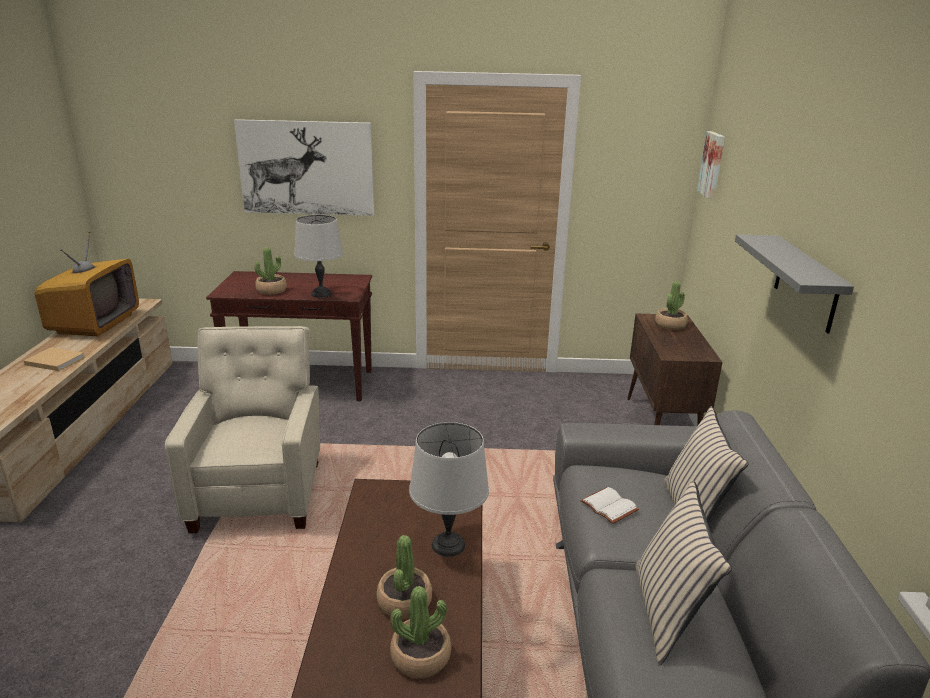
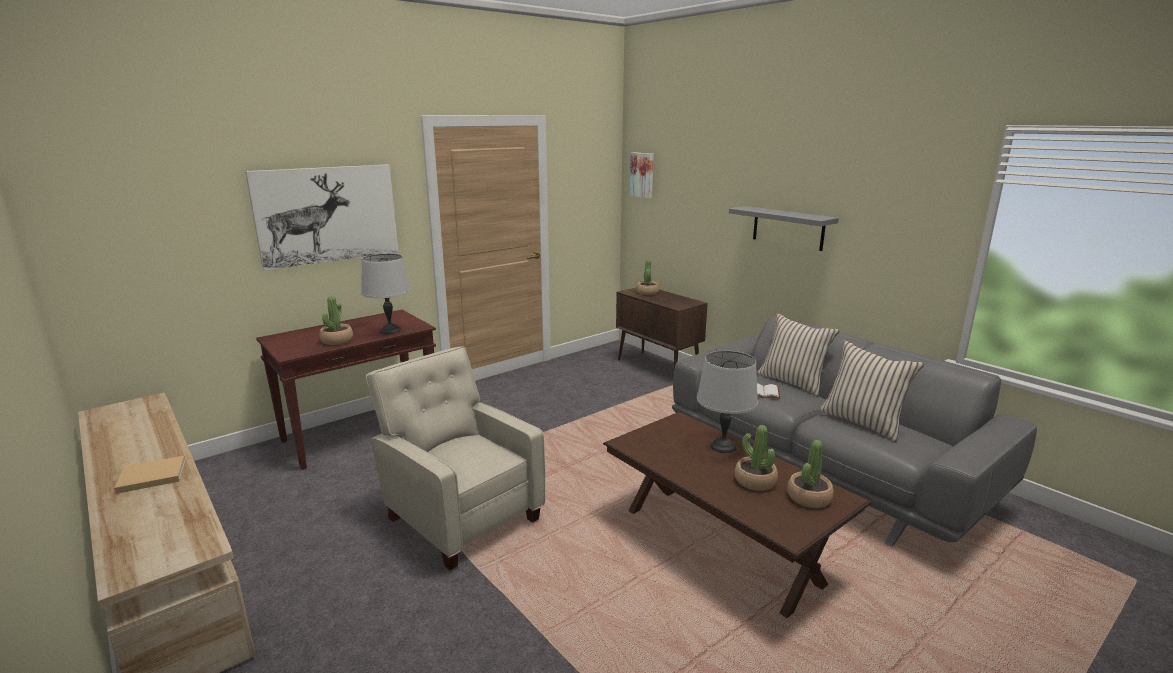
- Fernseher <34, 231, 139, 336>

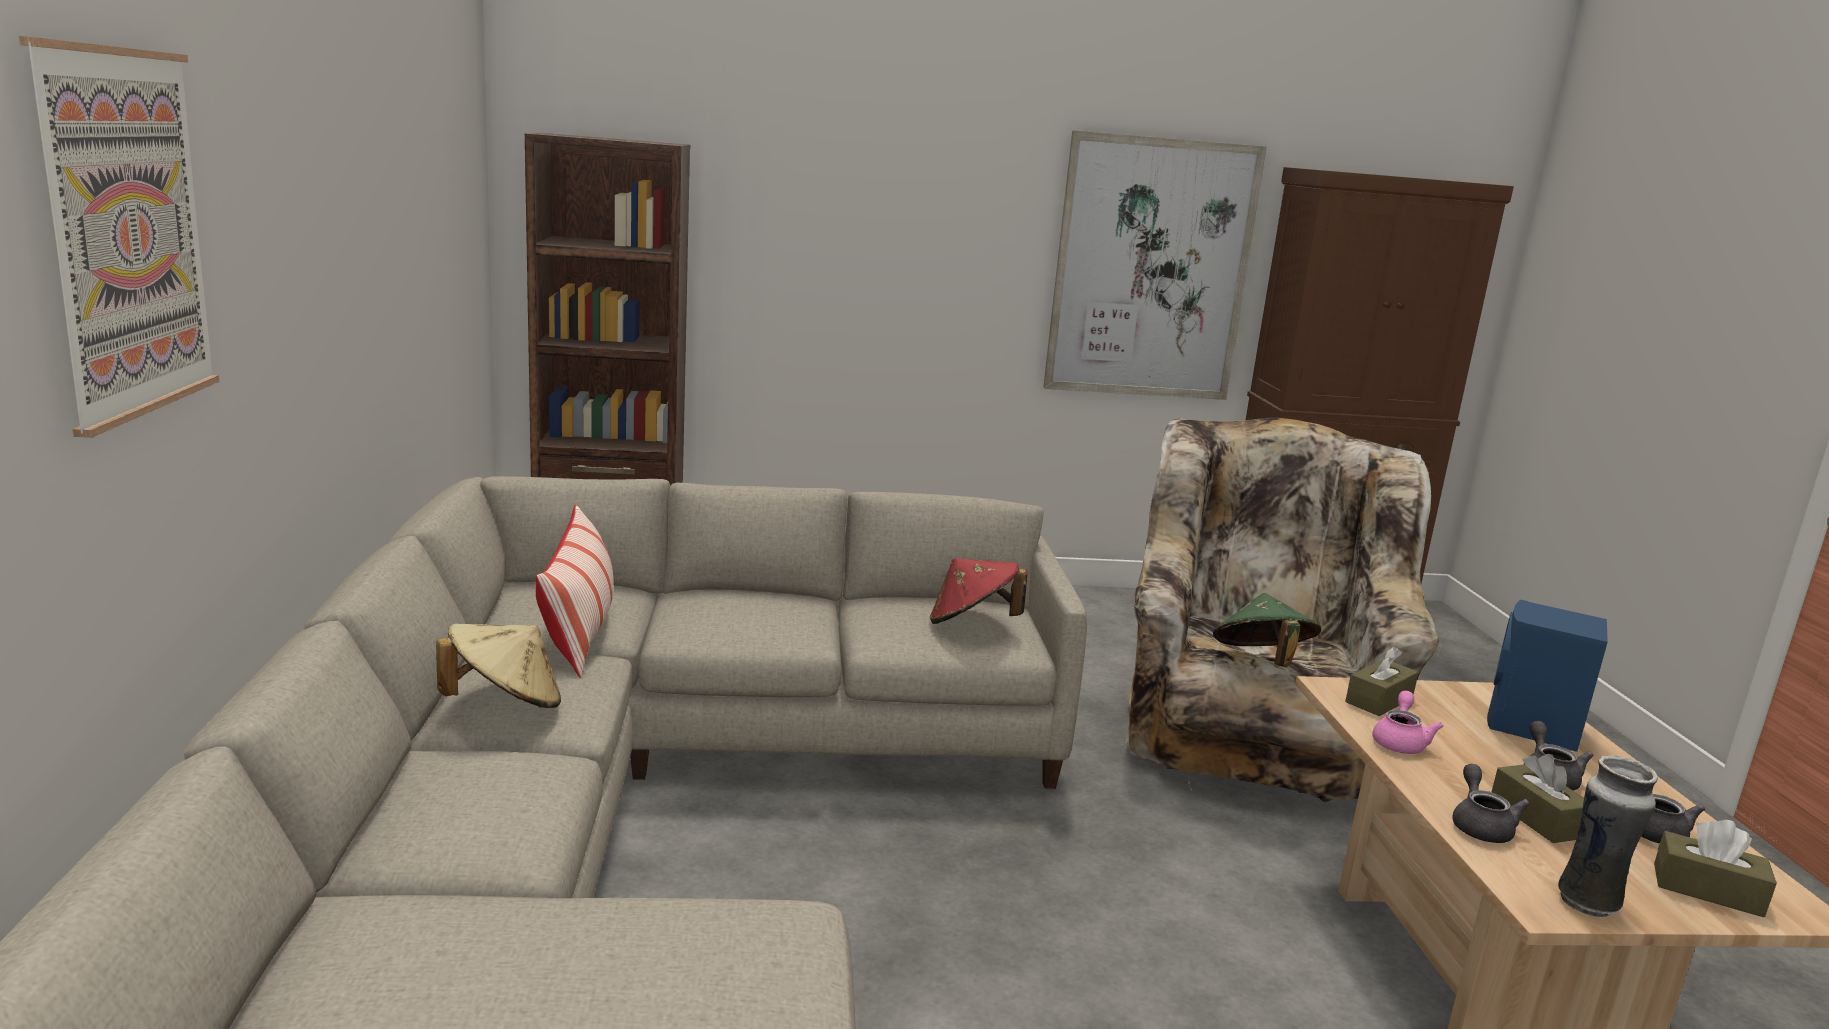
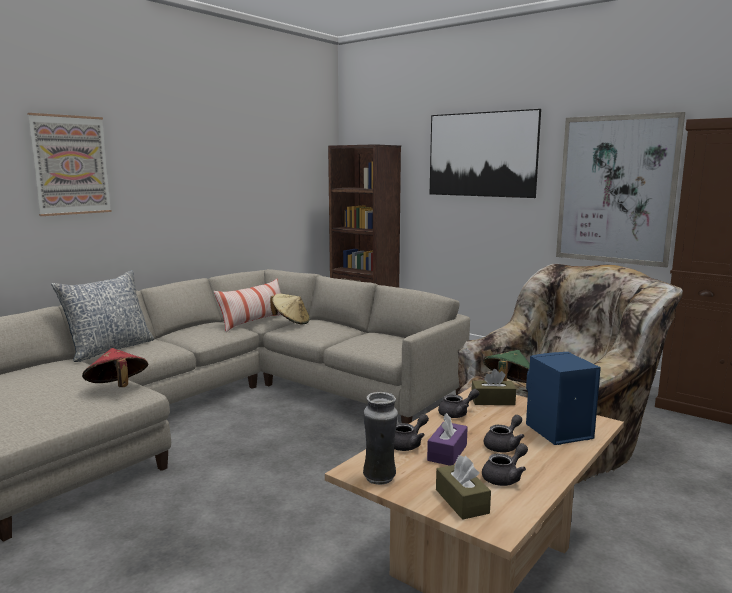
~ Hut (rot) <930, 558, 1028, 624> to <82, 348, 148, 387>
~ Hut (beige) <436, 624, 561, 708> to <270, 294, 310, 324>
~ Teekanne (rosa) <1372, 691, 1444, 754> to Teekanne (grau) <438, 389, 479, 418>
~ Taschentuchbox (braun) <1492, 754, 1584, 843> to Taschentuchbox (lila) <427, 413, 468, 466>
+ Bild <430, 109, 541, 198>
+ Kissen <51, 270, 154, 362>

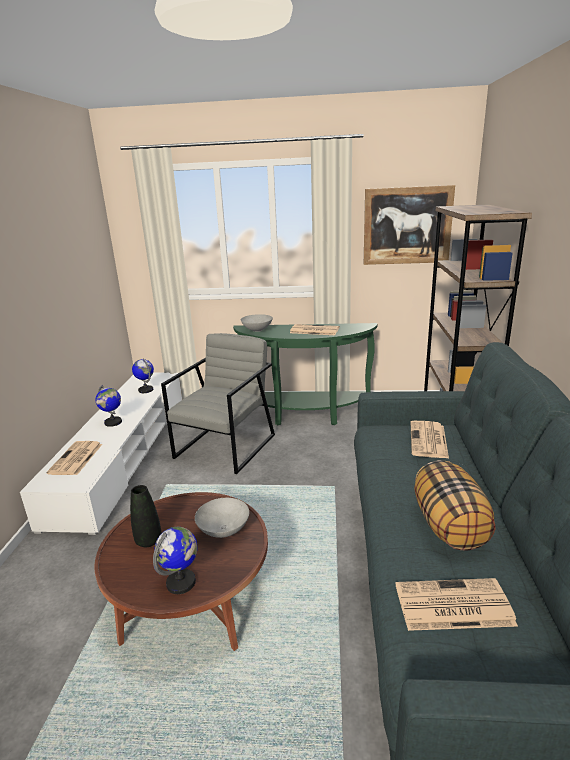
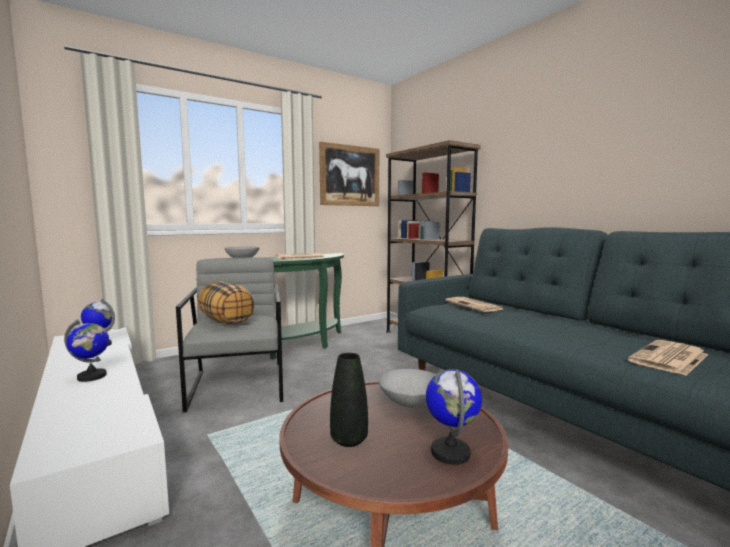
- Zeitung <46, 441, 102, 475>
~ Kissen <414, 460, 496, 551> to <198, 281, 254, 324>

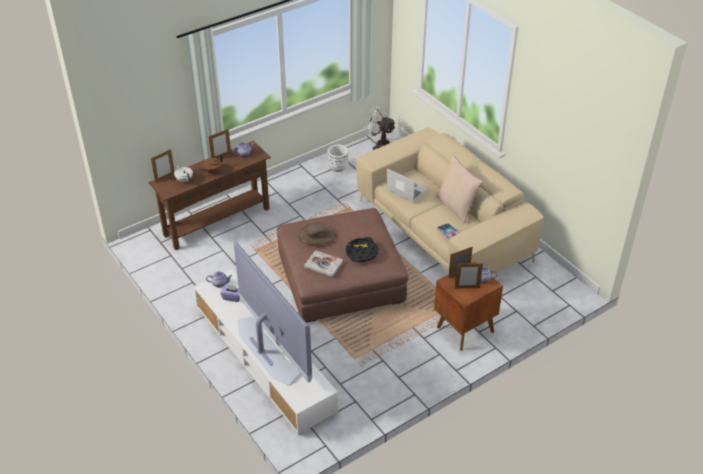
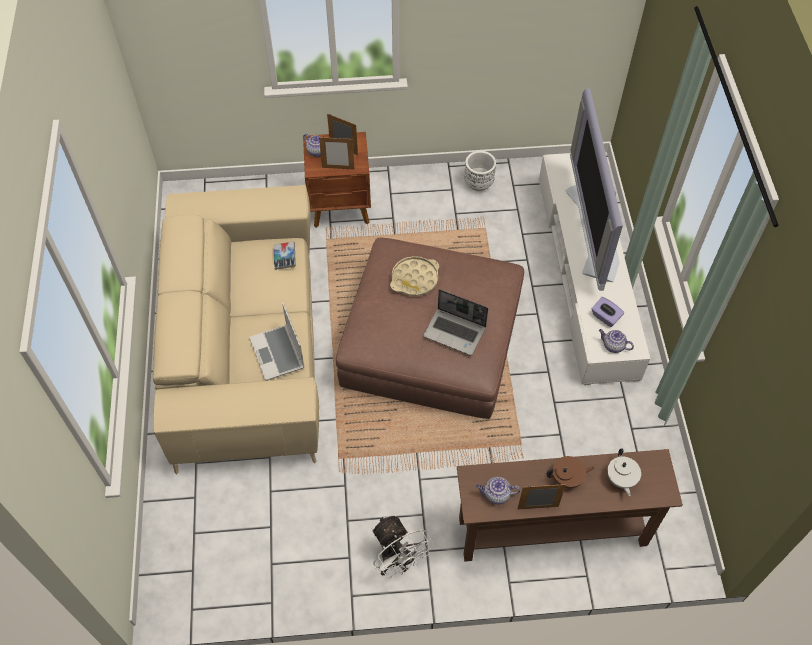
~ Ventilator (weiß) <364, 105, 396, 150> to <372, 515, 434, 579>
~ Pflanzkübel (weiß) <328, 145, 348, 172> to <464, 151, 496, 191>
- Bilderrahmen <151, 149, 175, 183>
- Kissen (beige) <436, 155, 483, 224>
~ Hut (braun) <298, 223, 336, 244> to Laptop <423, 289, 488, 355>
~ Tablett (schwarz) <346, 237, 378, 262> to Tablett (beige) <390, 256, 439, 296>
- Buch <304, 250, 343, 277>

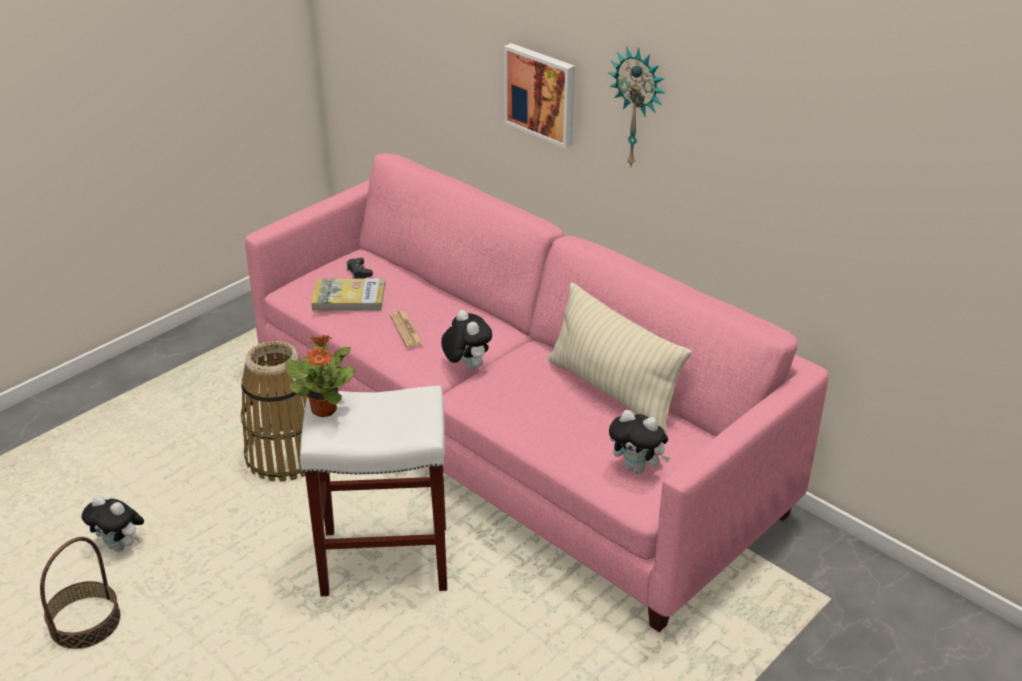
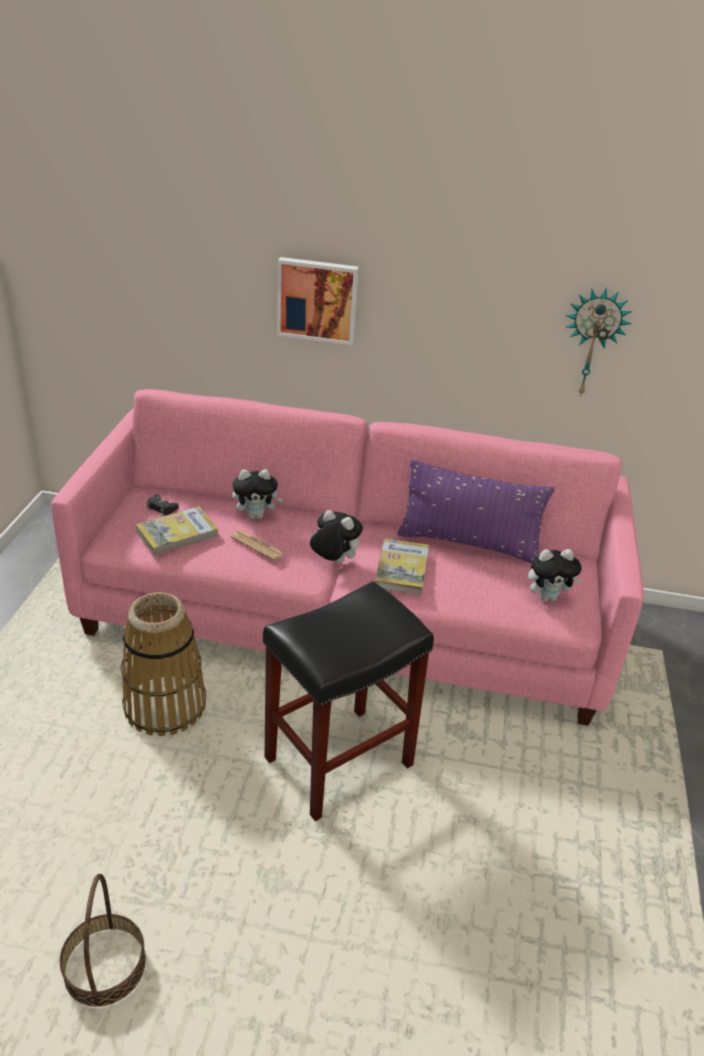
~ Wanduhr <609, 46, 665, 168> to <565, 288, 632, 397>
~ Kissen (beige) <548, 282, 692, 434> to Kissen (lila) <397, 459, 555, 564>
- Topfpflanze <285, 335, 355, 417>
~ Hocker (weiß) <300, 385, 447, 596> to Hocker (schwarz) <263, 581, 434, 821>
~ Plüschtier <82, 495, 144, 552> to <232, 469, 284, 519>
+ Buch <375, 539, 429, 595>

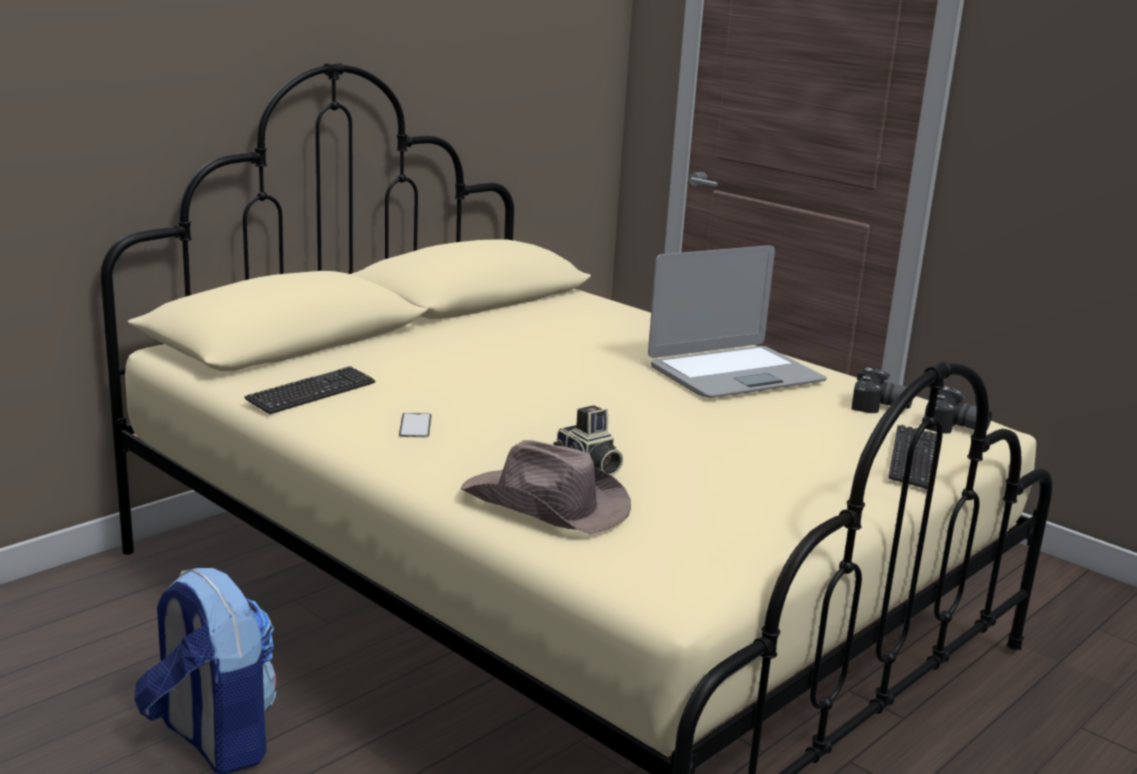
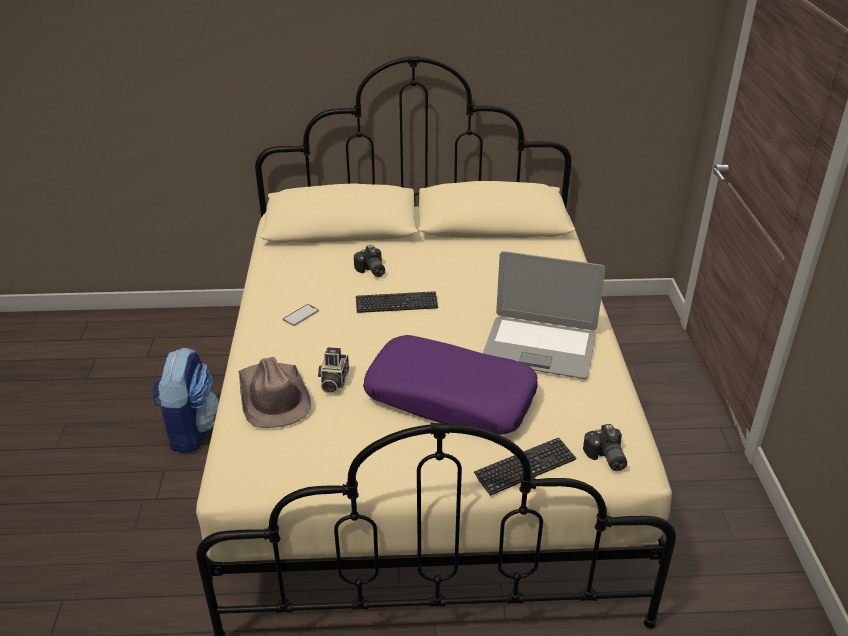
~ Tastatur <244, 366, 375, 414> to <356, 291, 438, 313>
~ Kamera <851, 367, 913, 413> to <354, 245, 385, 277>
+ Kissen (lila) <363, 335, 538, 435>

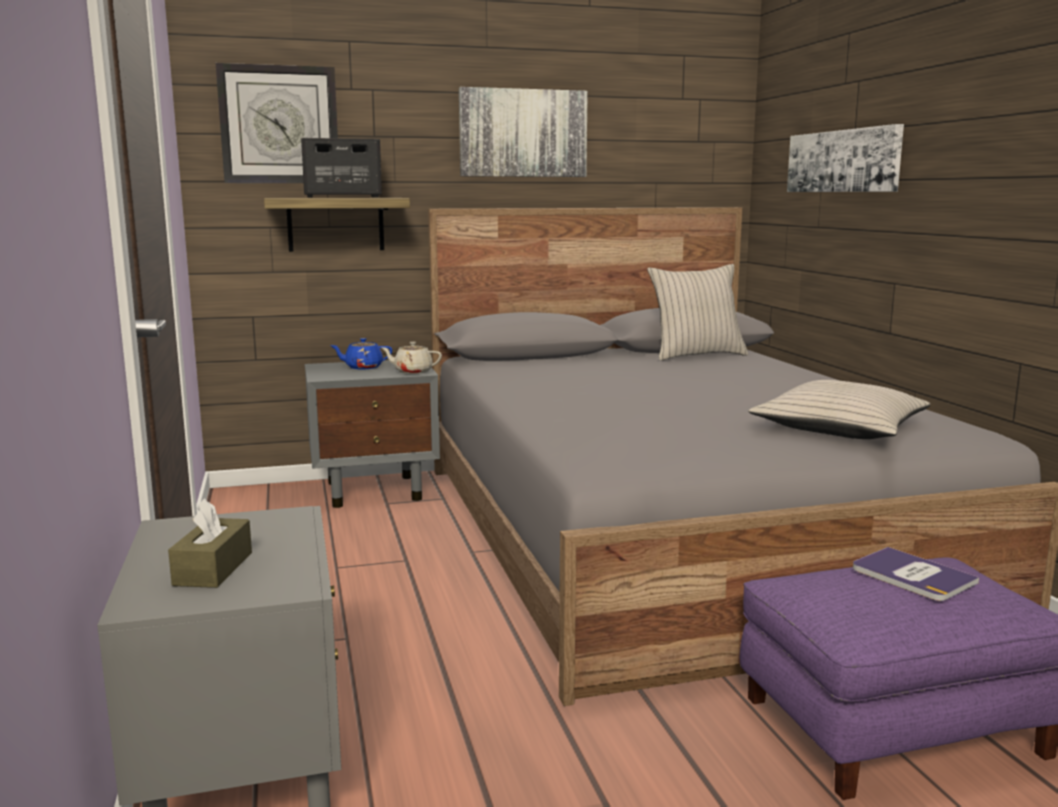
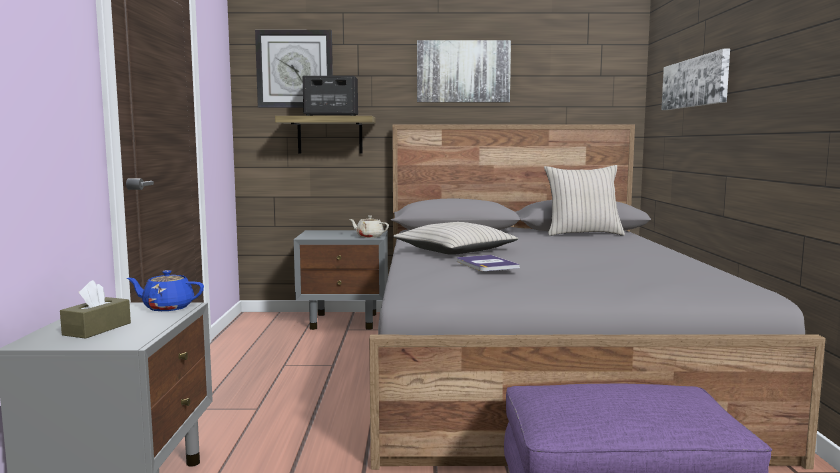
~ Teekanne (blau) <330, 338, 392, 369> to <127, 270, 204, 311>
~ Kissen (beige) <749, 380, 930, 439> to <393, 222, 518, 255>
~ Buch <853, 547, 979, 601> to <457, 255, 520, 271>

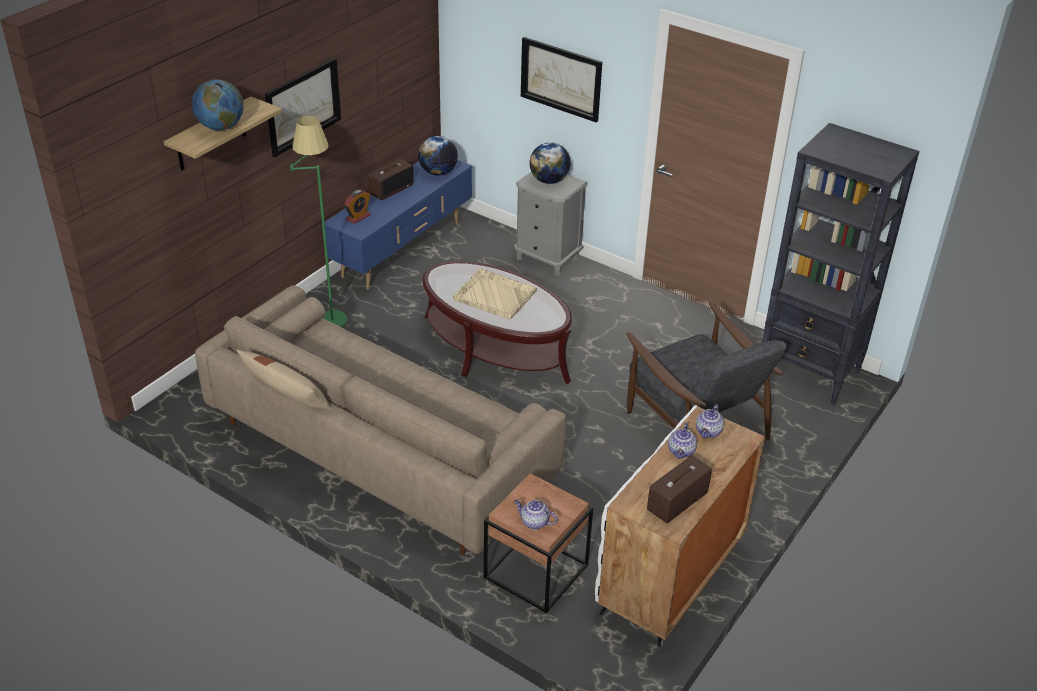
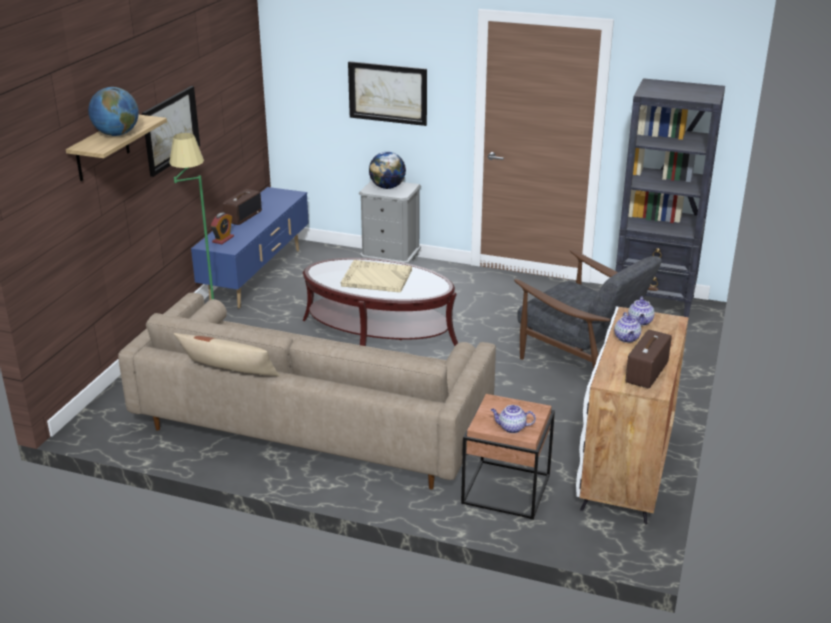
- Globus <418, 136, 458, 176>

